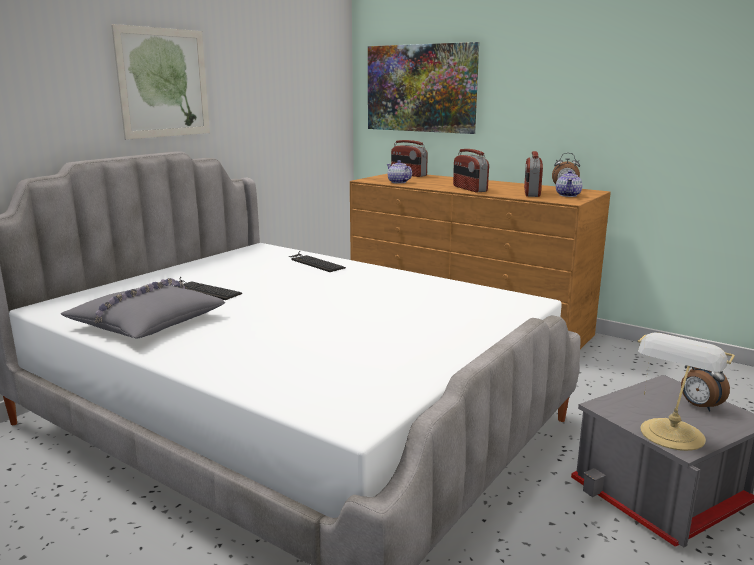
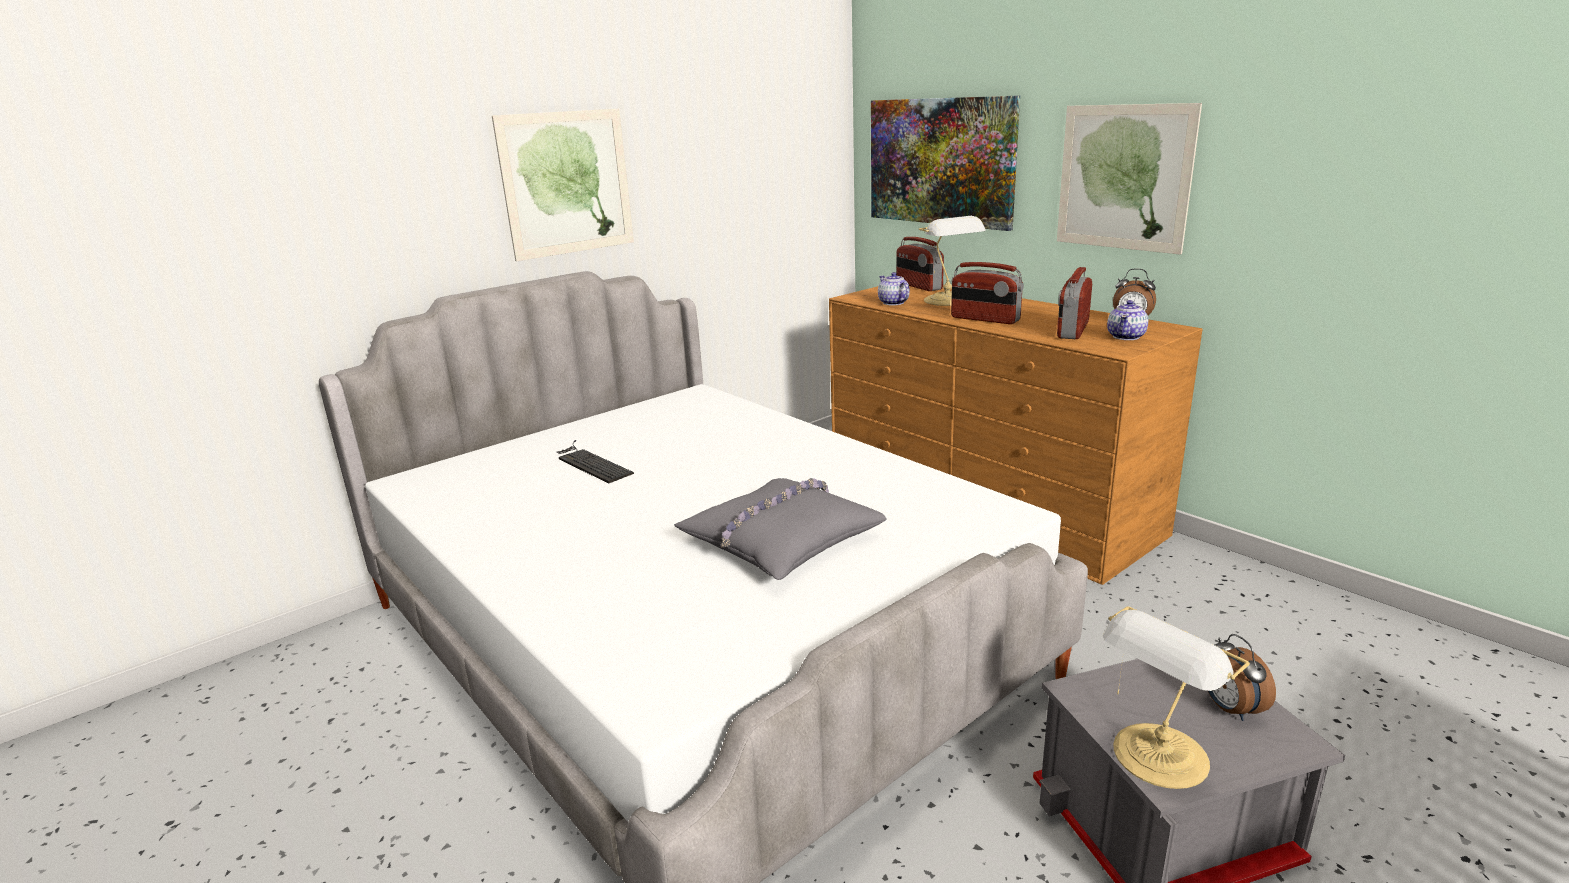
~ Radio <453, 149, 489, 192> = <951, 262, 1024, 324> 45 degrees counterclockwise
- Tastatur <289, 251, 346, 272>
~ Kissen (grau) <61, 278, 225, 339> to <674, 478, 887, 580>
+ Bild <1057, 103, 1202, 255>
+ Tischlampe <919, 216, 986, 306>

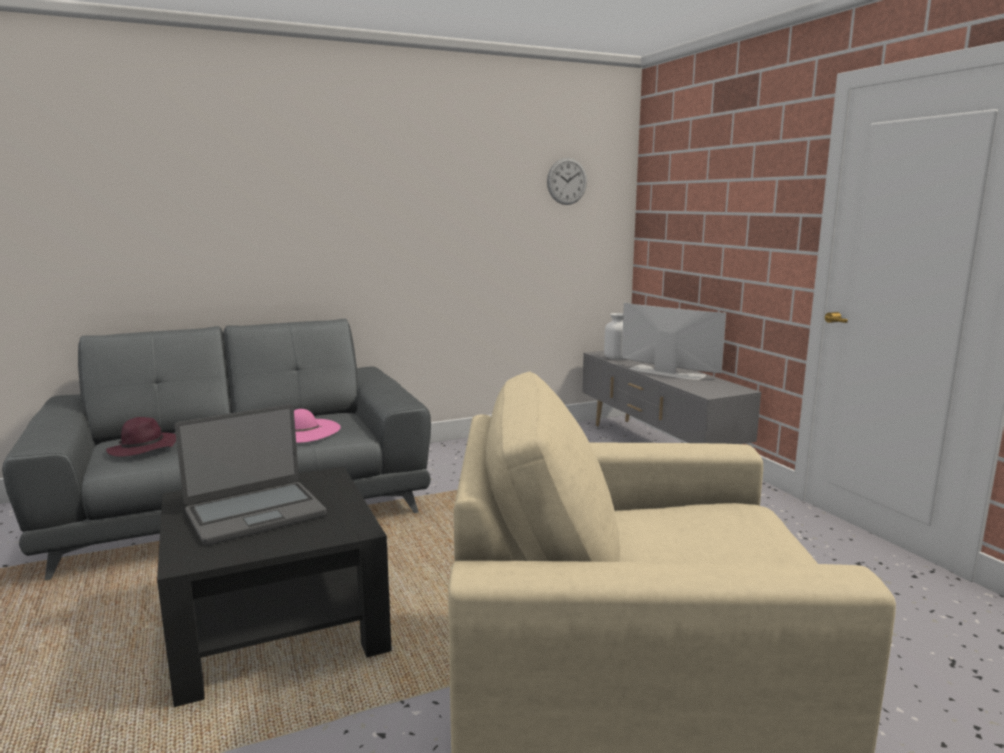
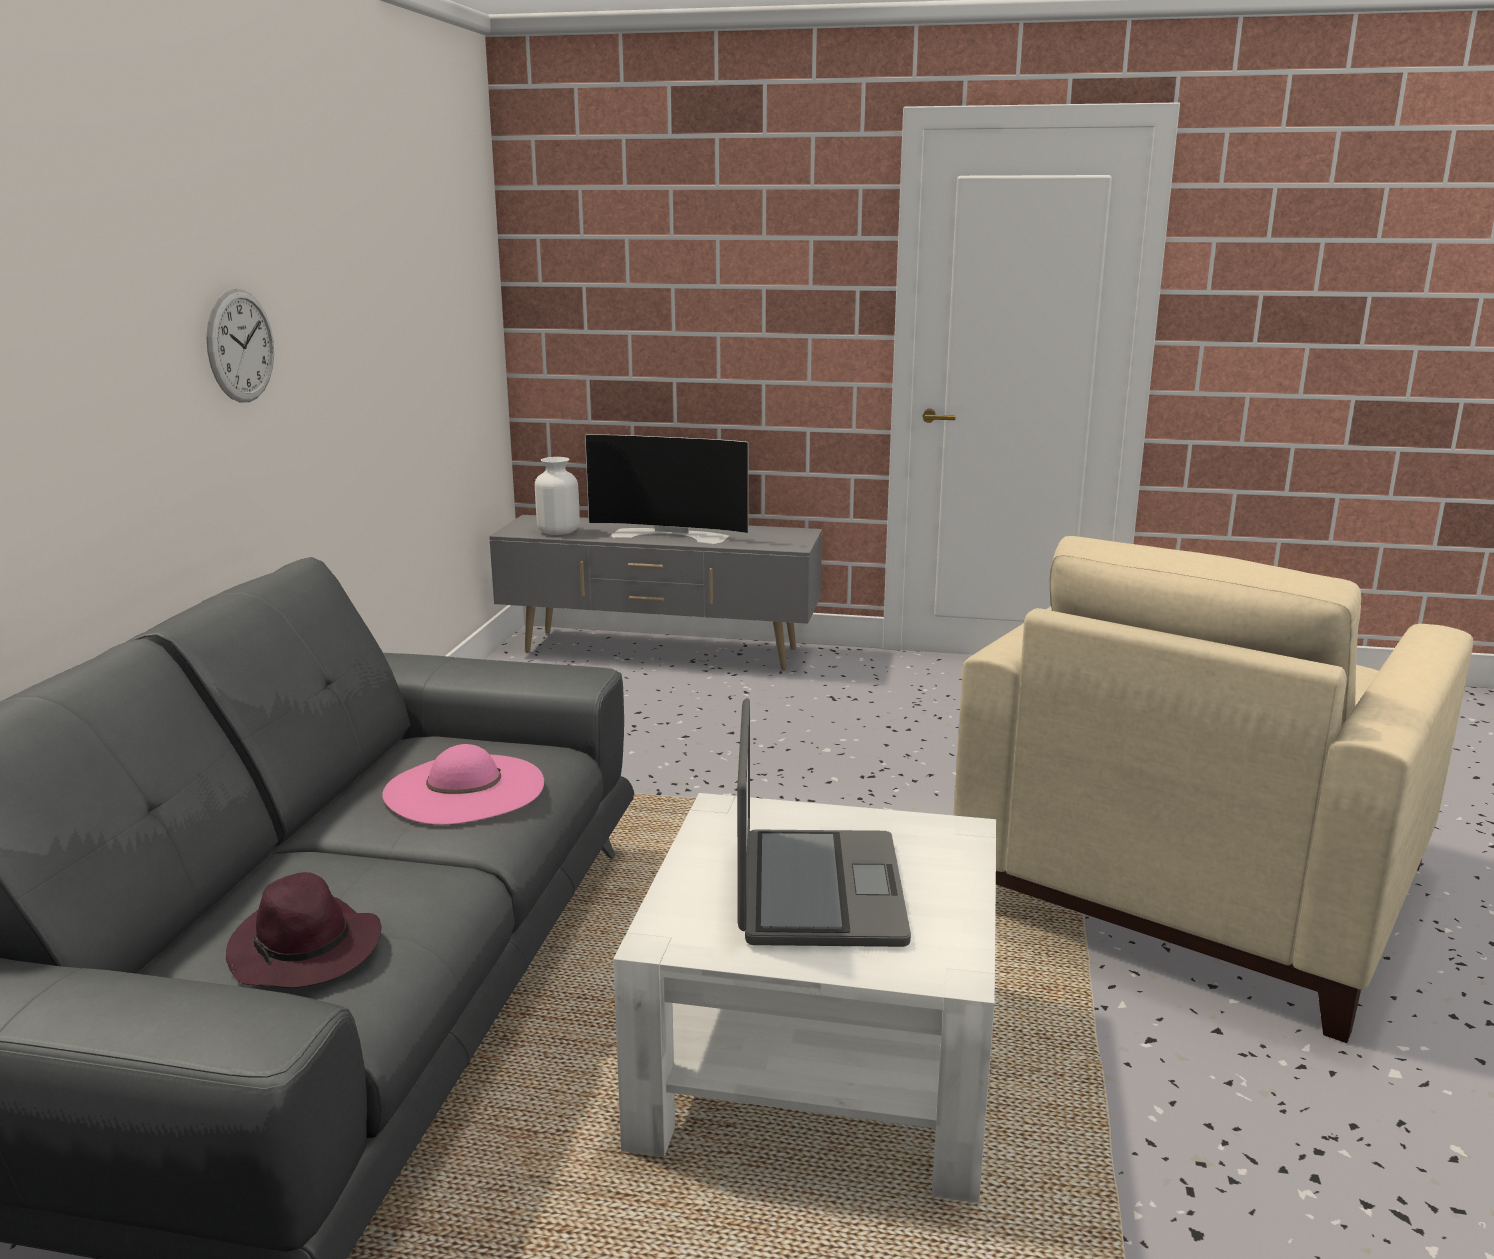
~ Wanduhr <547, 158, 587, 205> to <206, 288, 274, 402>
~ Fernseher <622, 303, 726, 380> = <585, 434, 749, 544> 150 degrees counterclockwise
~ Couchtisch (schwarz) <157, 467, 392, 707> to Couchtisch (weiß) <613, 793, 996, 1203>

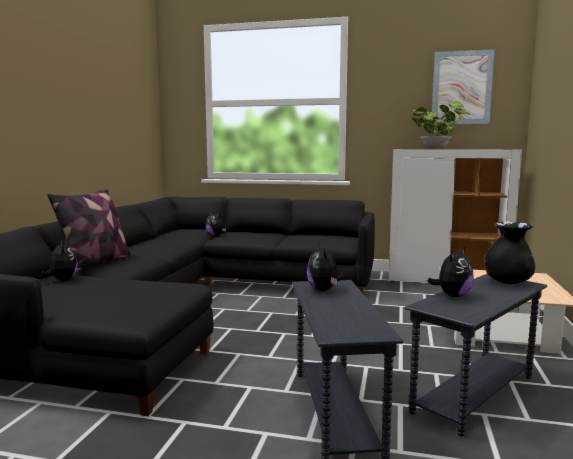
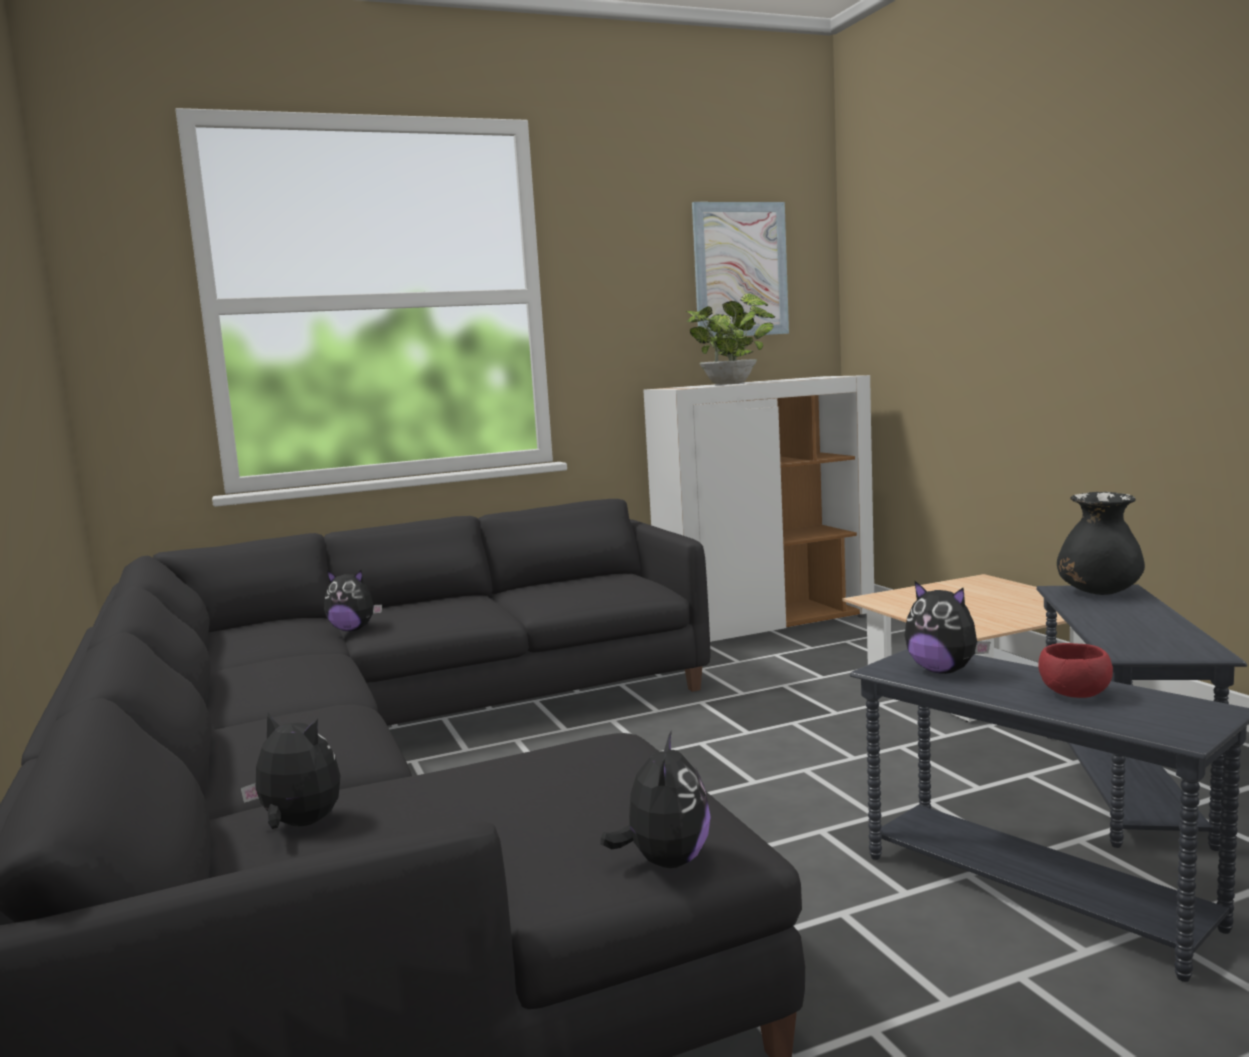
- Kissen <47, 189, 131, 272>
~ Plüschtier <427, 248, 474, 297> to <600, 730, 710, 868>
+ Schüssel (rot) <1038, 643, 1113, 698>

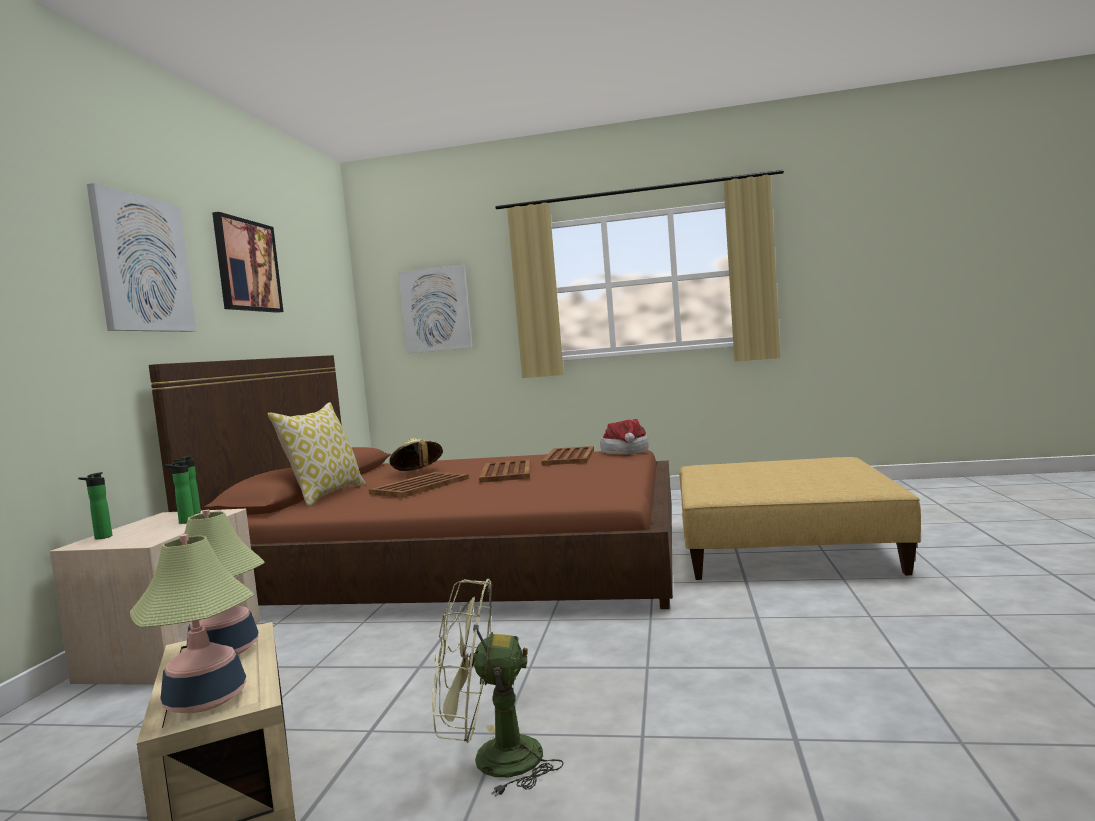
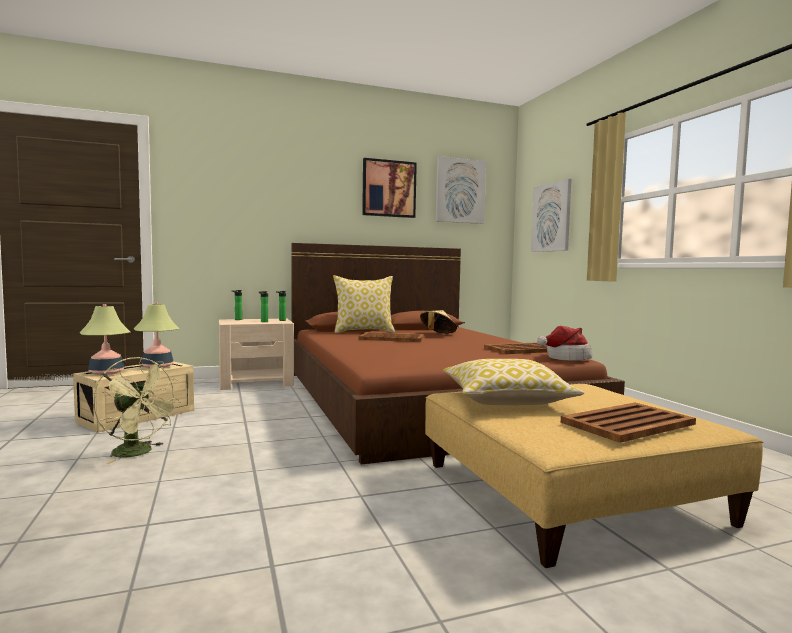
~ Bild <87, 183, 196, 332> to <436, 156, 486, 224>
~ Tablett (braun) <479, 459, 531, 483> to <561, 403, 696, 443>
~ Ventilator (grün) <432, 579, 563, 797> = <93, 357, 181, 464> 150 degrees clockwise
+ Kissen <443, 359, 584, 405>

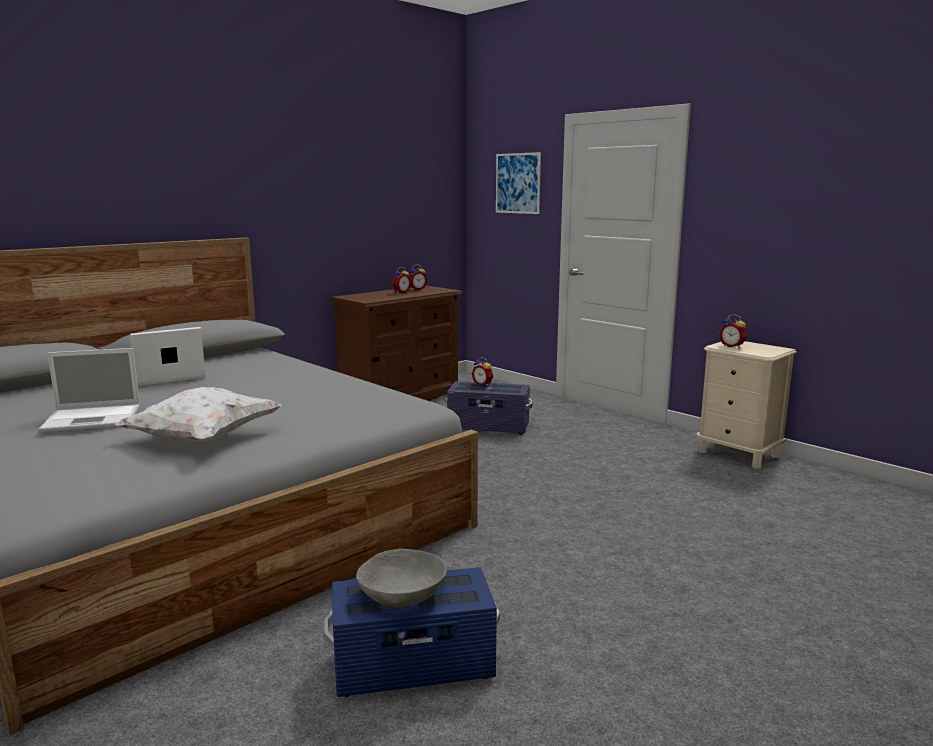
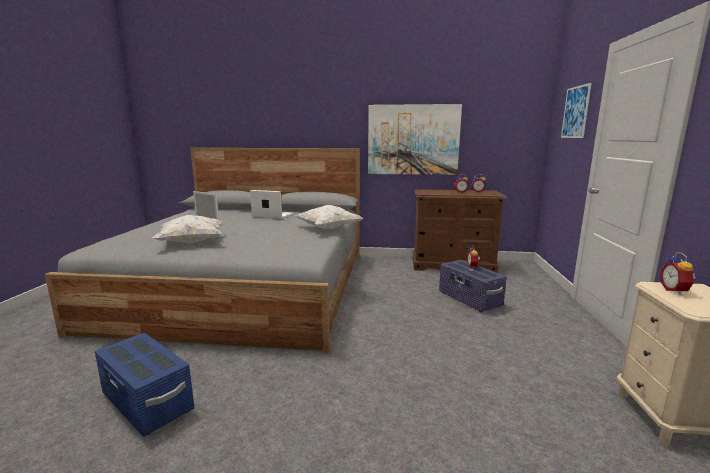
- Schüssel (grau) <356, 549, 446, 607>
+ Bild <368, 104, 462, 175>
+ Kissen (weiß) <295, 205, 363, 229>

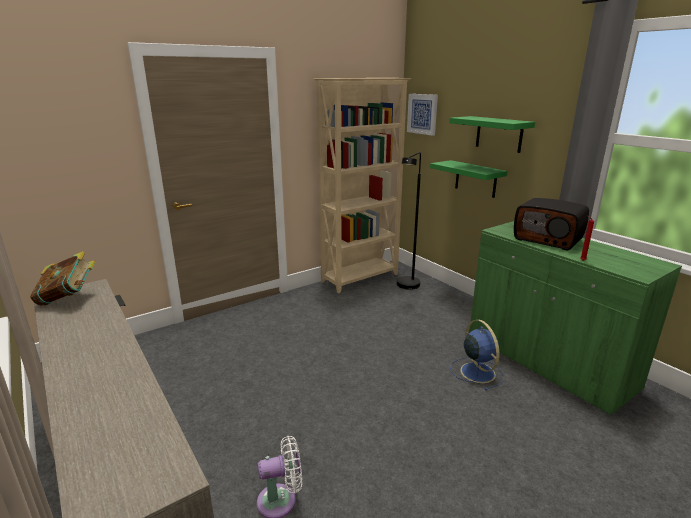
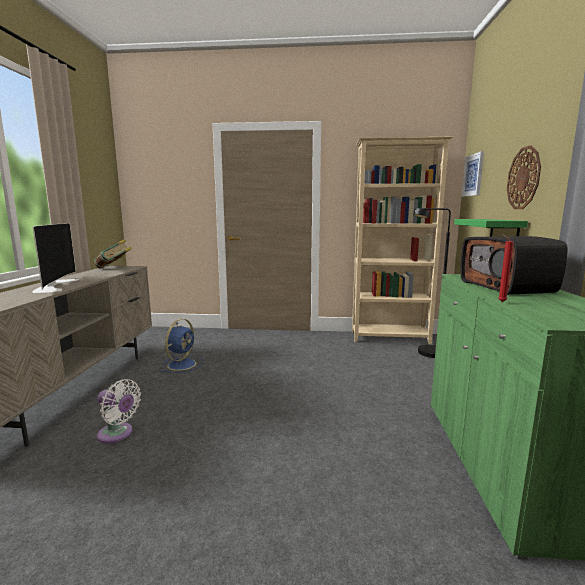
~ Wandregal (grün) <449, 116, 535, 153> to Wanduhr <507, 145, 541, 209>
~ Ventilator (blau) <450, 319, 504, 390> to <161, 319, 203, 373>
+ Fernseher <33, 223, 80, 293>

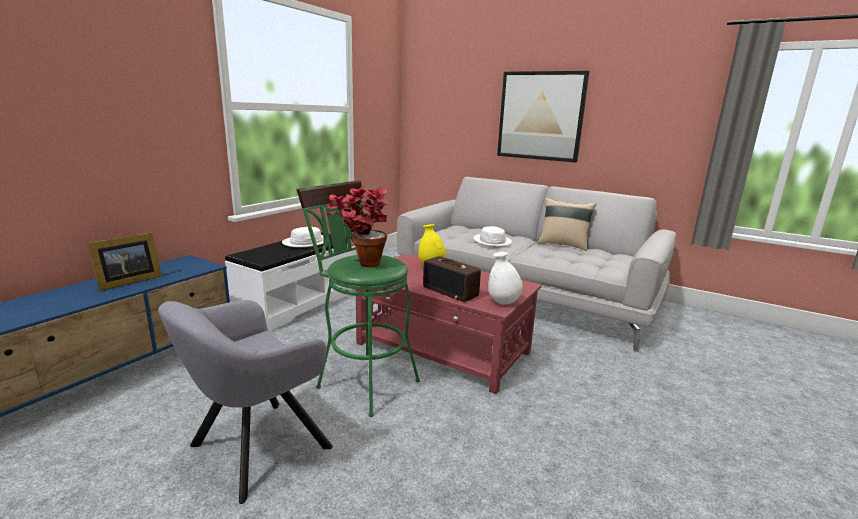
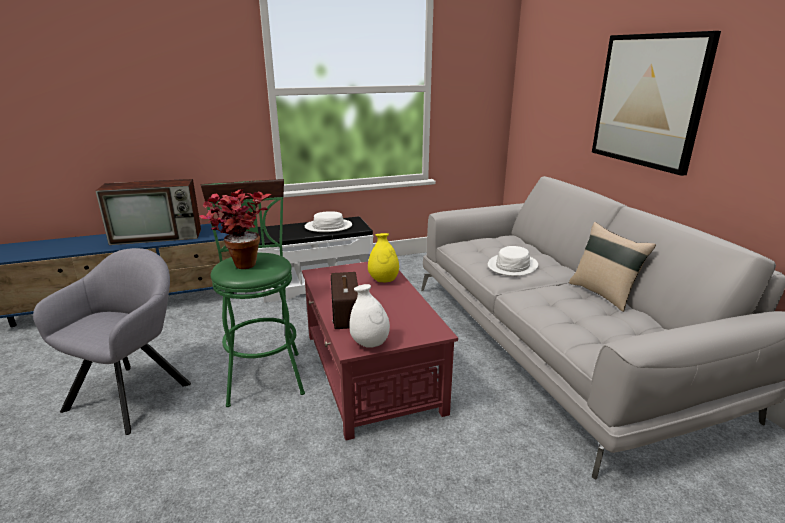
~ Bilderrahmen <87, 232, 162, 291> to Fernseher <96, 179, 201, 245>
~ Sessel (grau) <158, 300, 333, 504> = <33, 248, 191, 435> 120 degrees clockwise

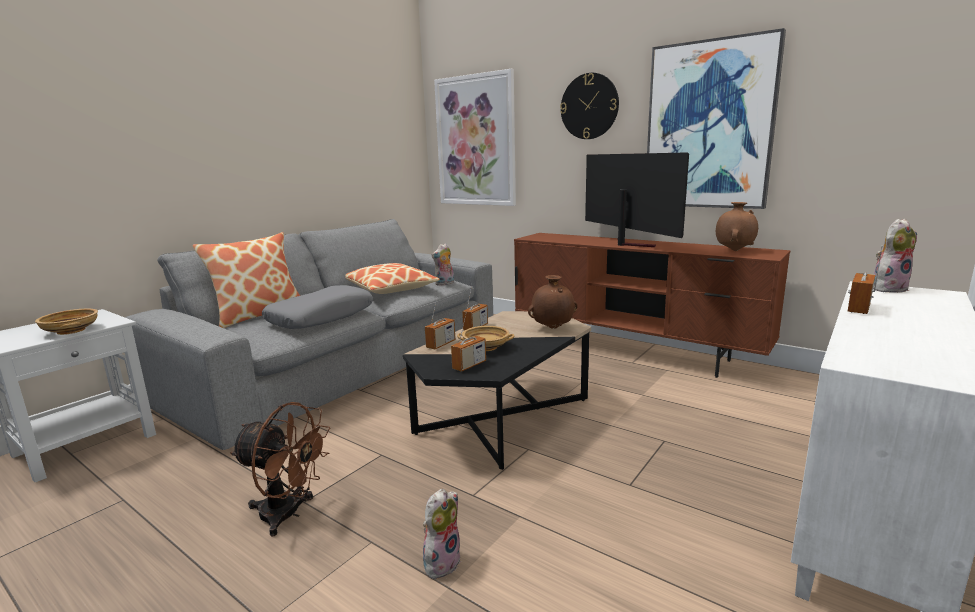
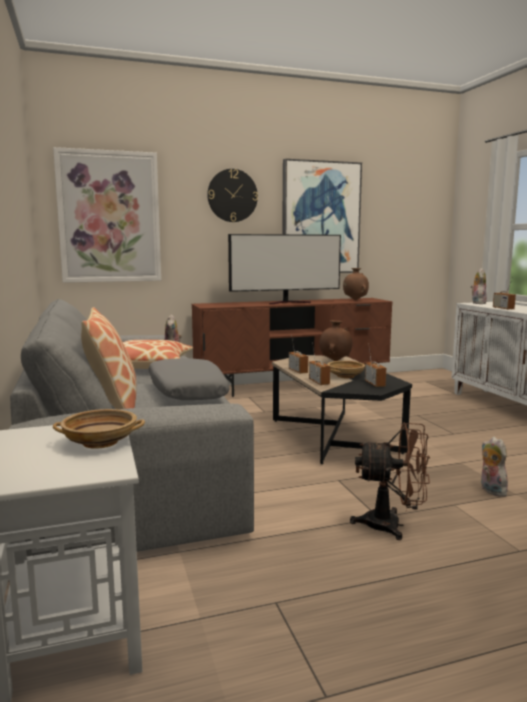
~ Fernseher <585, 152, 689, 247> = <228, 234, 341, 304> 150 degrees clockwise
~ Ventilator (braun) <230, 402, 330, 536> = <350, 423, 430, 540> 45 degrees clockwise

